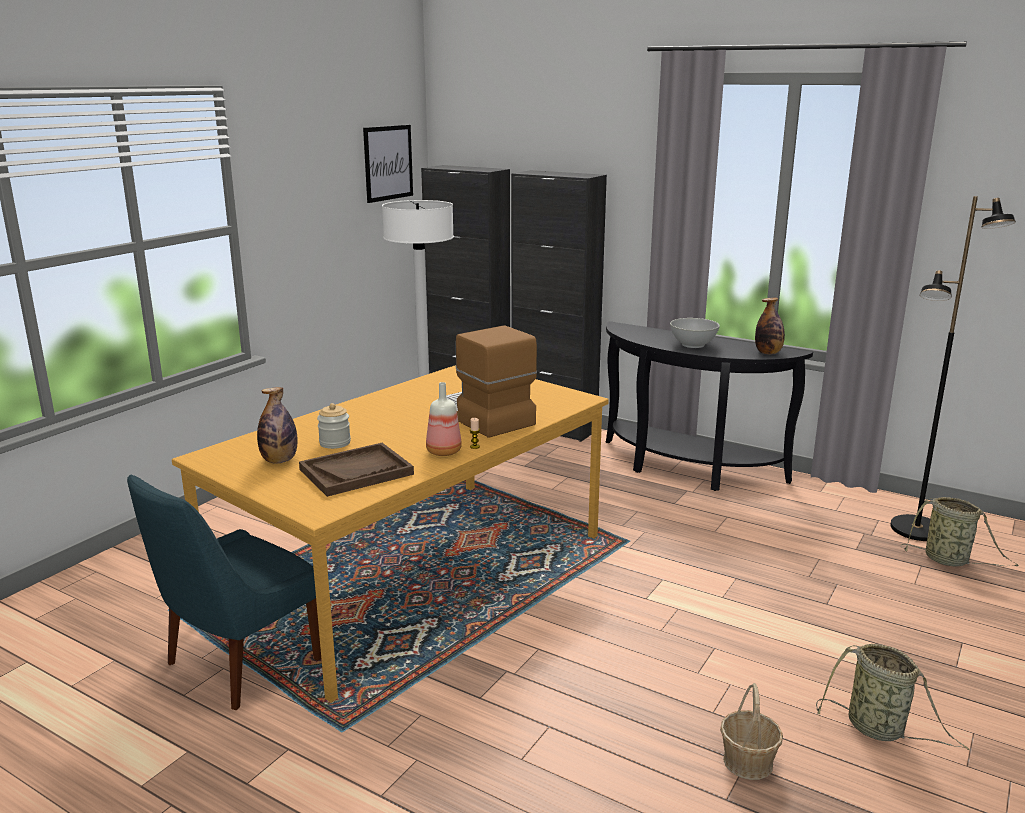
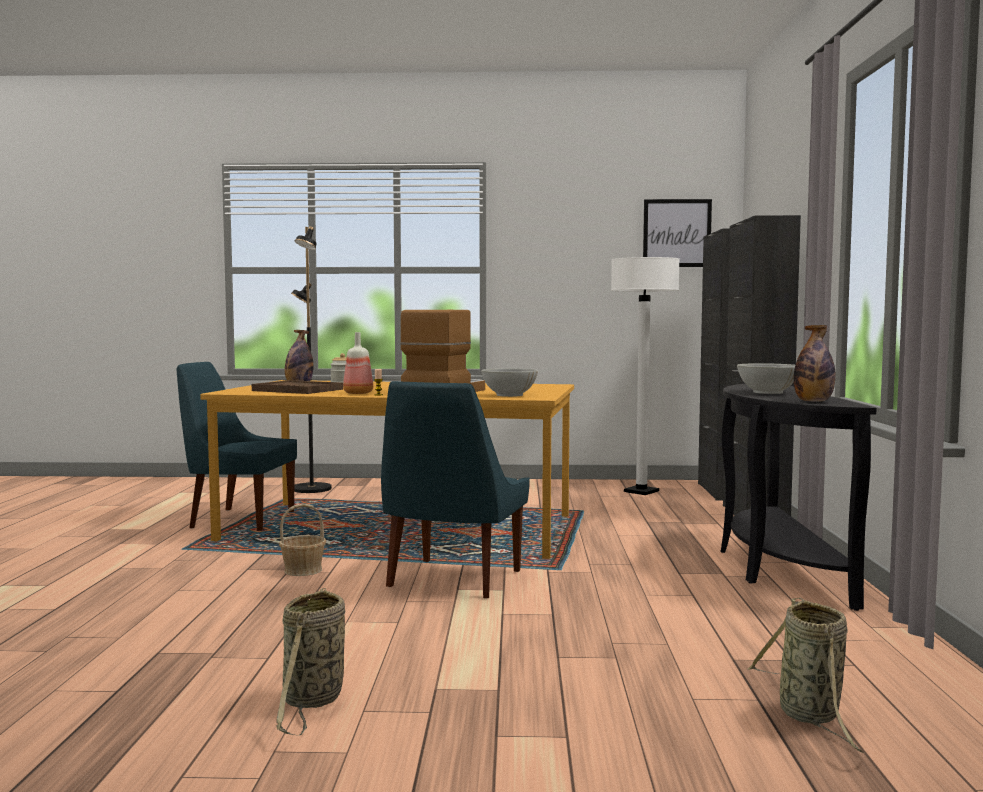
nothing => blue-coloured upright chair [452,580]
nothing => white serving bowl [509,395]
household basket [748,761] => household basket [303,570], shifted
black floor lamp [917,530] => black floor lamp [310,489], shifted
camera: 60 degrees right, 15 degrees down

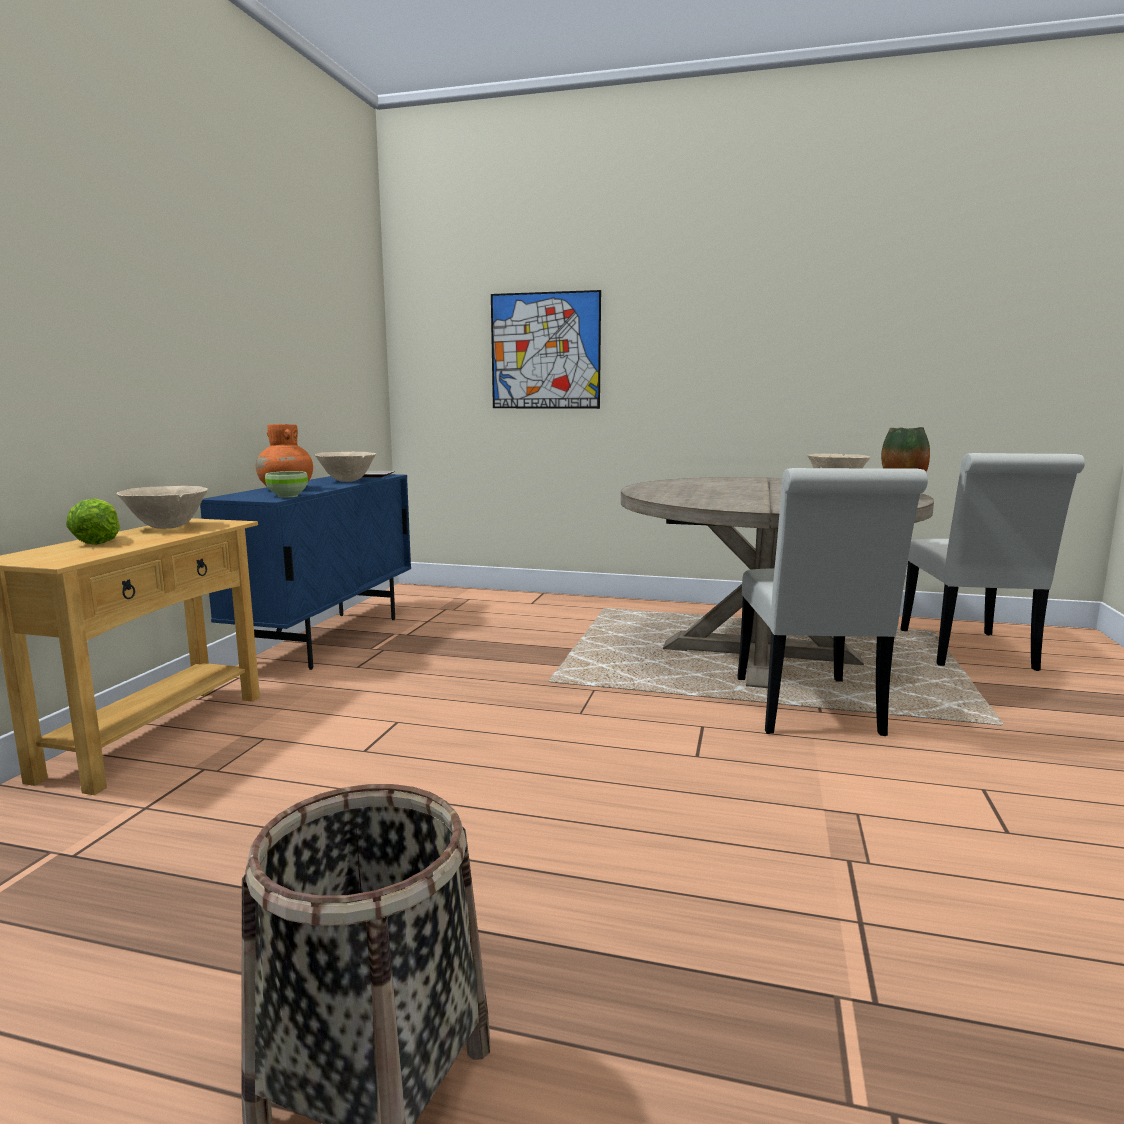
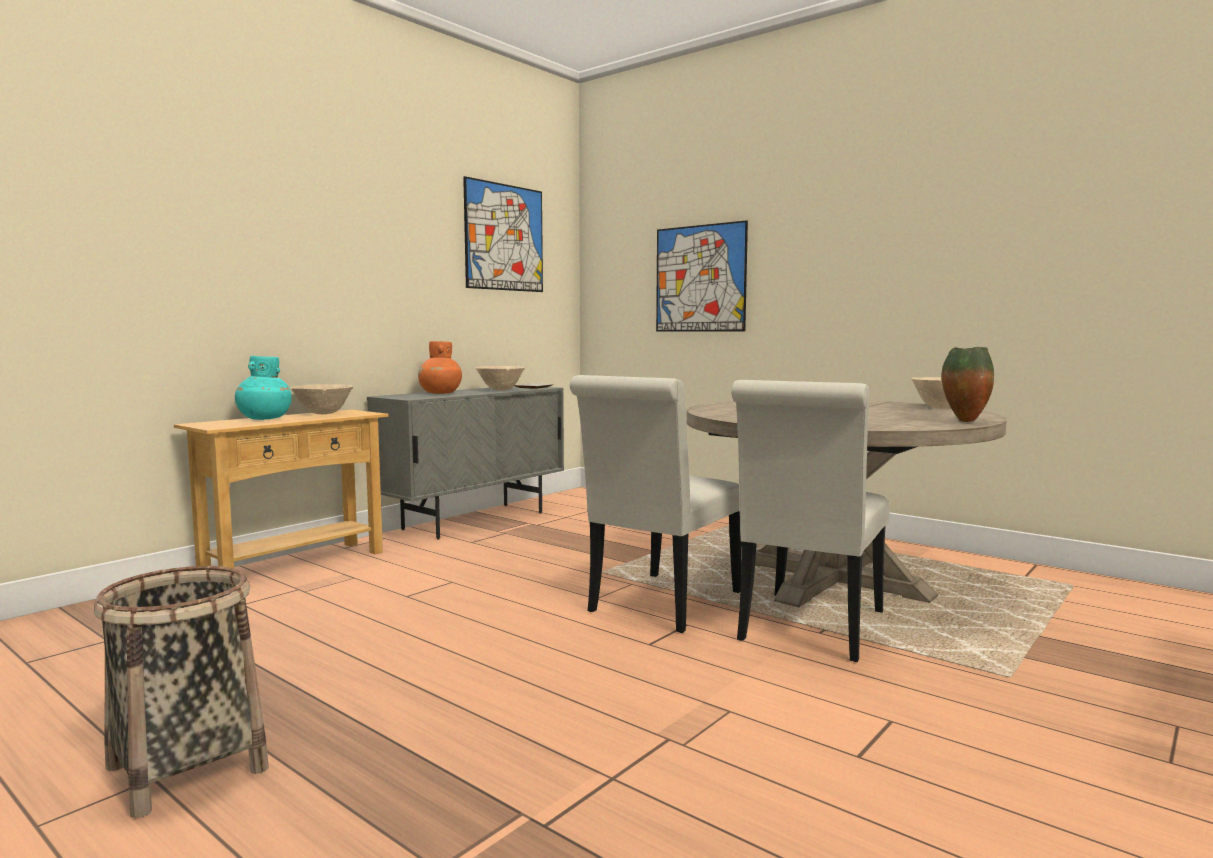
green serving bowl [288,496] => nothing
nothing => wall picture [504,237]
white upright chair [969,653] => white upright chair [660,605], shifted
lettuce head [98,542] => turquoise decorative vase [264,418]
blue-coloured cupboard [328,639] => greyish cupboard [475,521]
camera: 25 degrees right, 5 degrees down

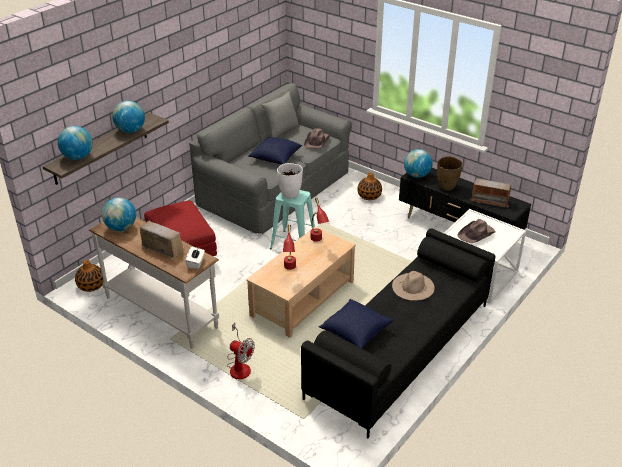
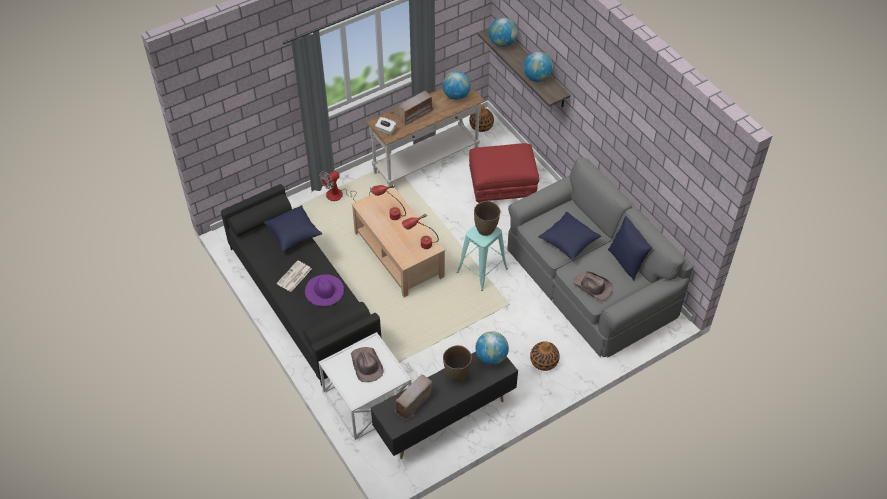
nothing => daily paper [294,277]
greyish throw pillow [281,132] => blue-coloured throw pillow [626,262]
white decorative vase [290,194] => brown-coloured decorative vase [486,230]
sand-coloured hat [413,286] => purple-coloured hat [324,290]
camera: 110 degrees right, 15 degrees up

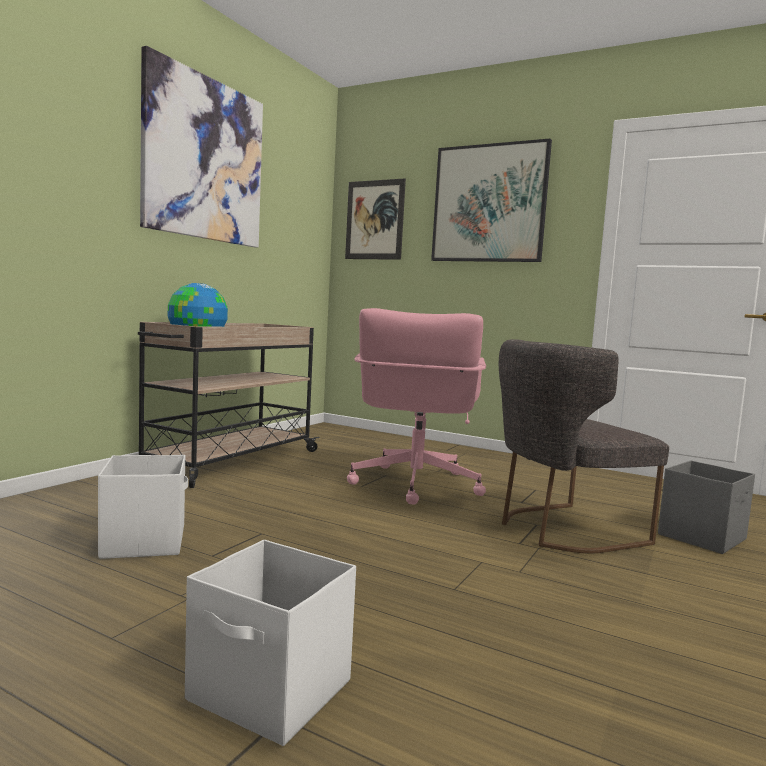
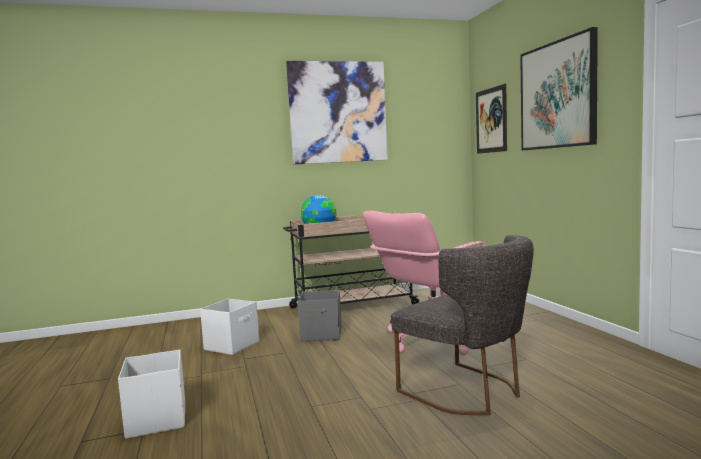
greyish storage bin [703,537] => greyish storage bin [322,334], shifted
greyish upright chair [560,530] => greyish upright chair [468,392], 150 degrees counterclockwise
camera: 45 degrees right, 0 degrees up

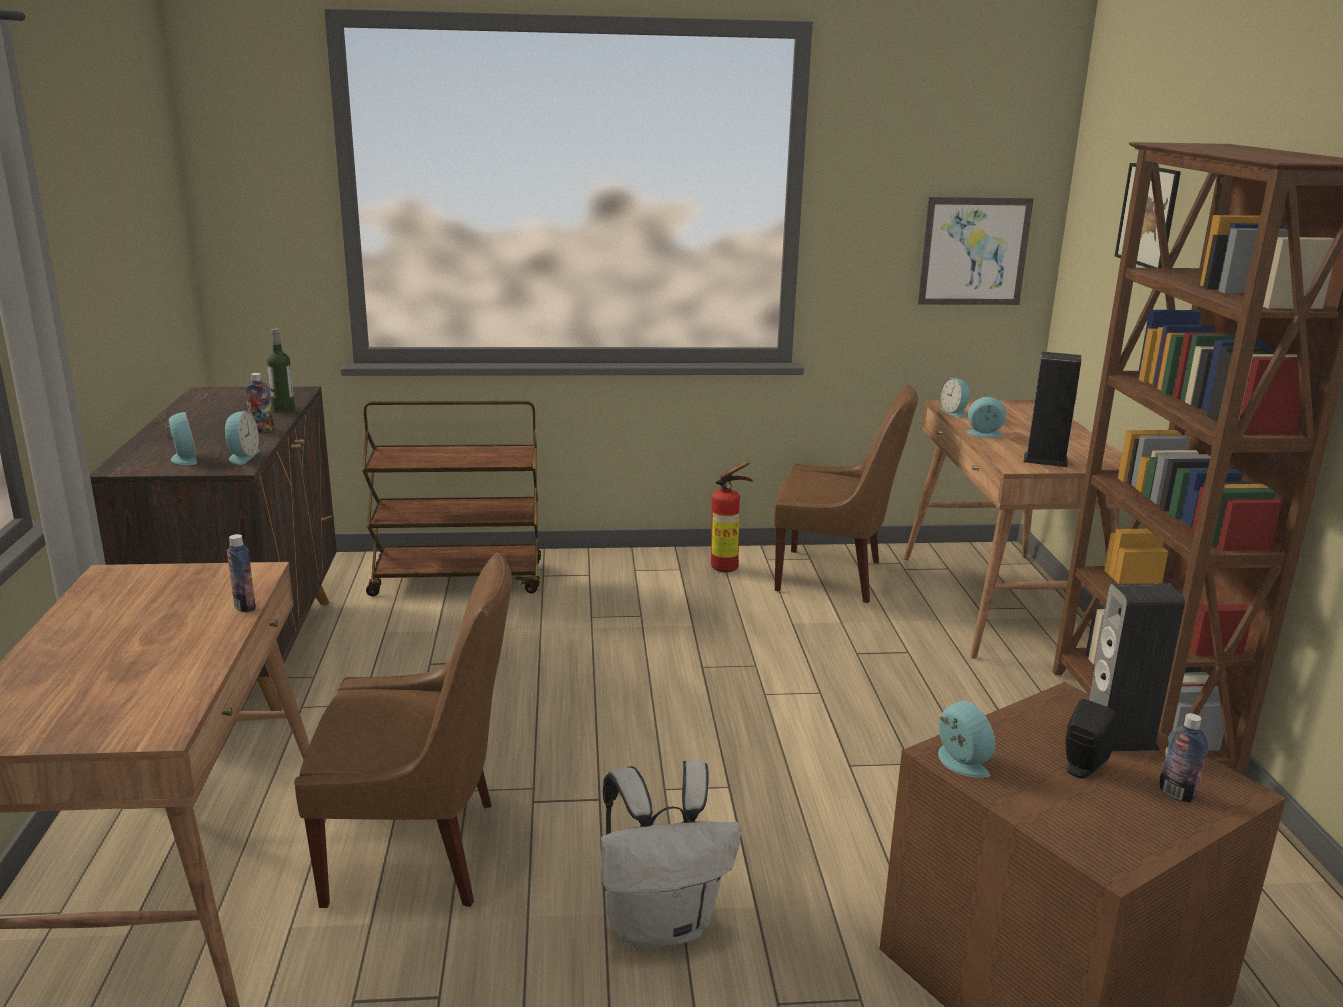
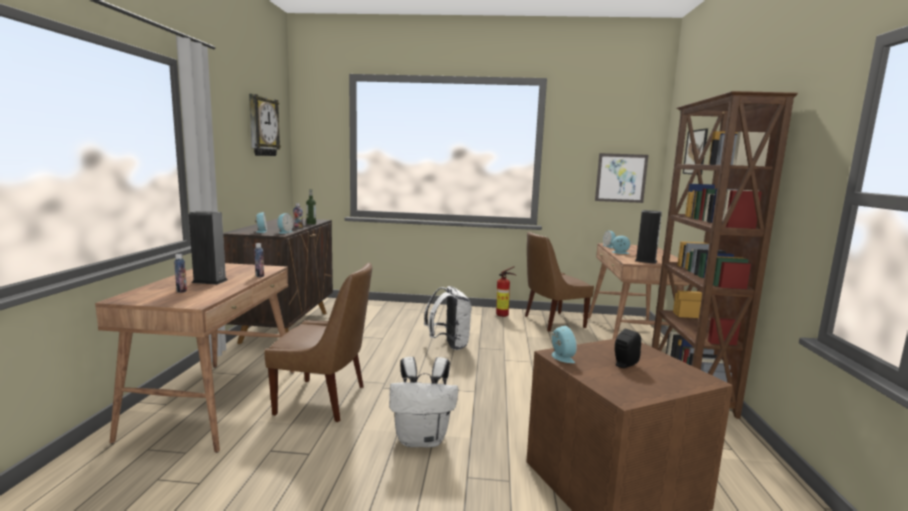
brown-coloured wheeled cart [459,579] => nothing
nothing => wall clock [262,126]
nothing => white backpack [449,345]
loudspeaker [1118,738] => loudspeaker [210,281], shifted
bottle [1176,793] => bottle [181,291], shifted
brown-coloured upright chair [833,577] => brown-coloured upright chair [552,322], 135 degrees clockwise
camera: 10 degrees right, 10 degrees down

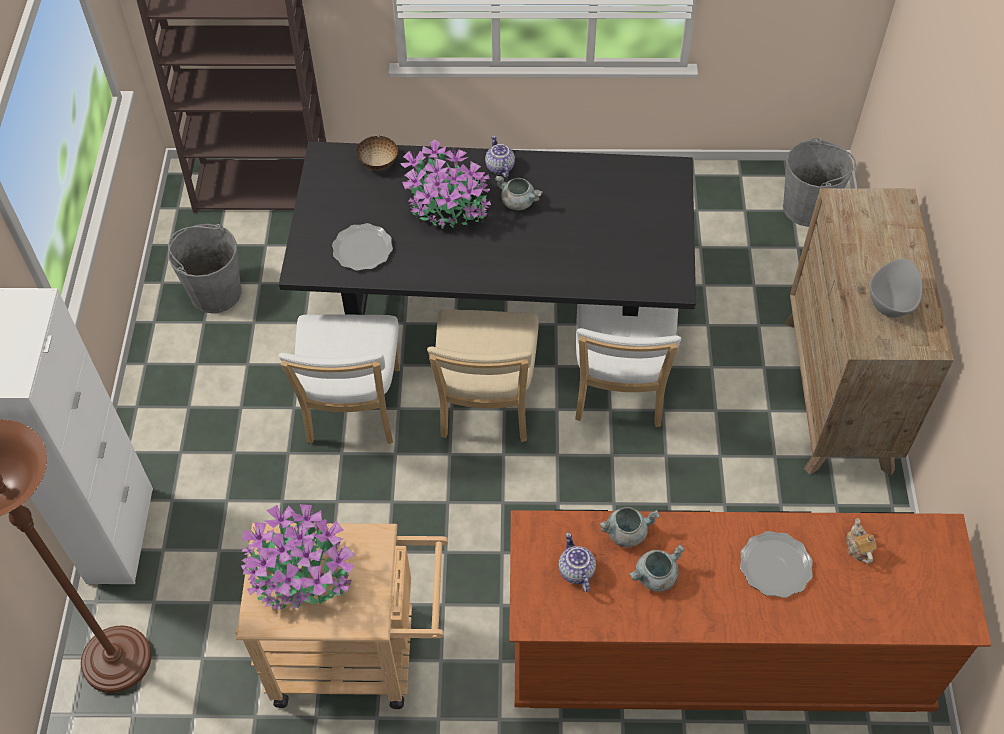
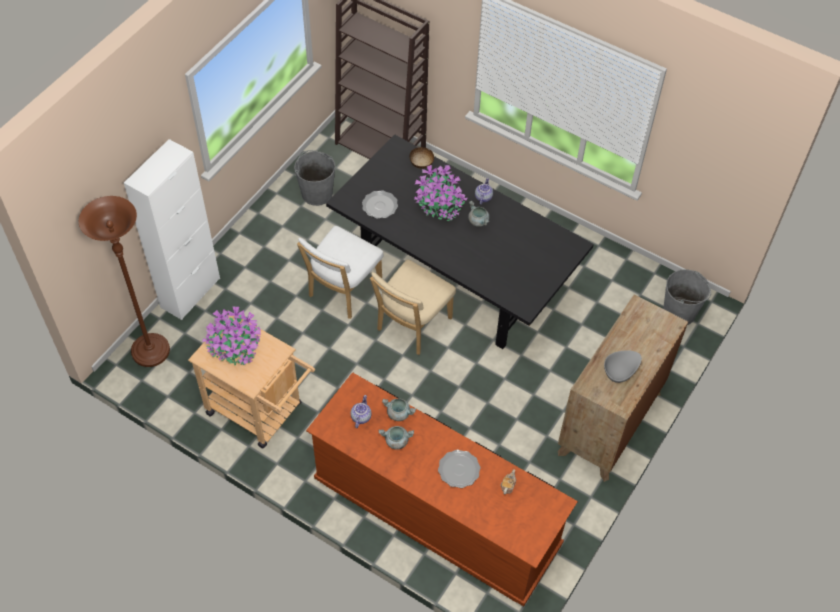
white upright chair [619,391] => nothing
camera: 30 degrees right, 0 degrees up

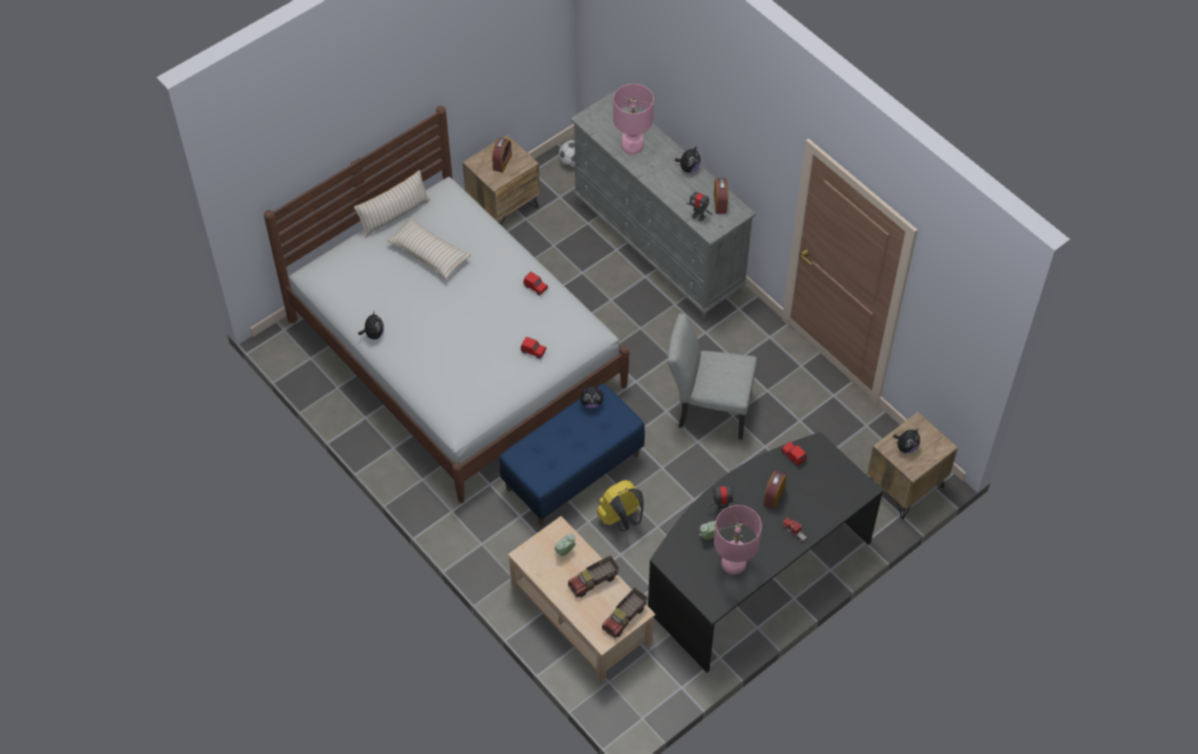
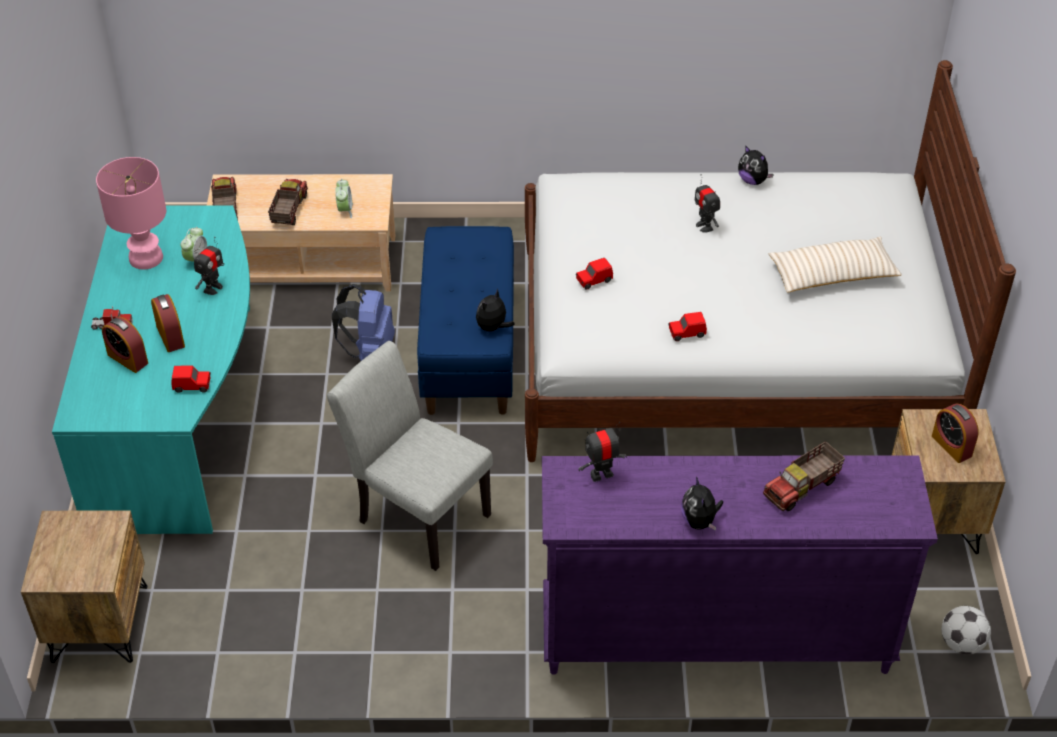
sand-coloured throw pillow [394,215] => nothing
soft toy [906,447] => nothing
nothing => model robot [704,226]
bedside clock [720,203] => bedside clock [127,359], shifted
pink-coloured lamp for a table [632,145] => toy lorry [802,488]
greyish drawer chest [658,247] => purple-coloured drawer chest [714,636]
yellow backpack [621,519] => blue-coloured backpack [369,352]
black desk table [755,571] => turquoise desk table [182,414]
greyish upright chair [708,409] => greyish upright chair [416,513], 105 degrees counterclockwise
camera: 130 degrees right, 10 degrees down

